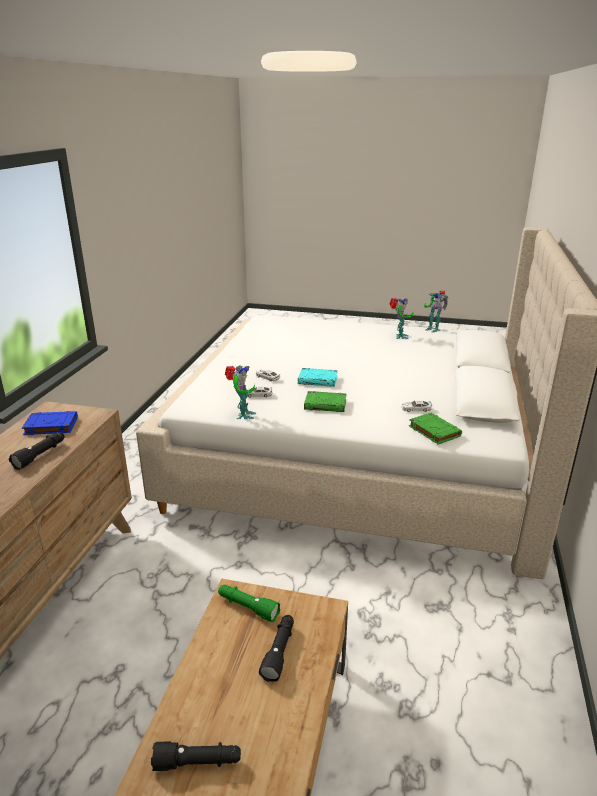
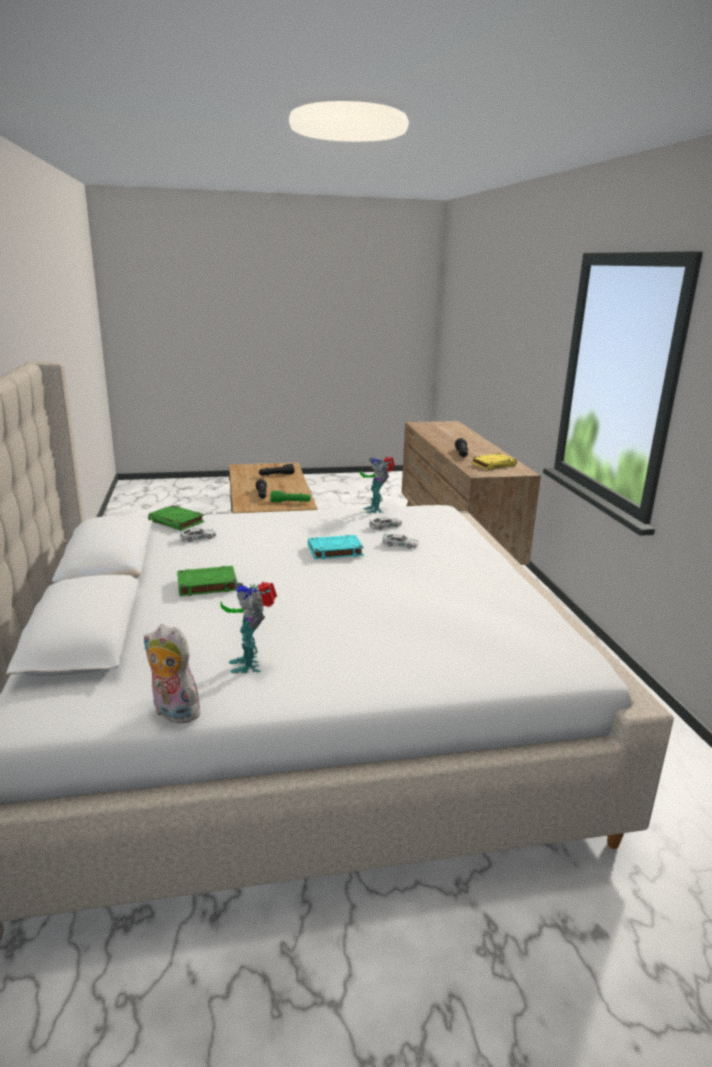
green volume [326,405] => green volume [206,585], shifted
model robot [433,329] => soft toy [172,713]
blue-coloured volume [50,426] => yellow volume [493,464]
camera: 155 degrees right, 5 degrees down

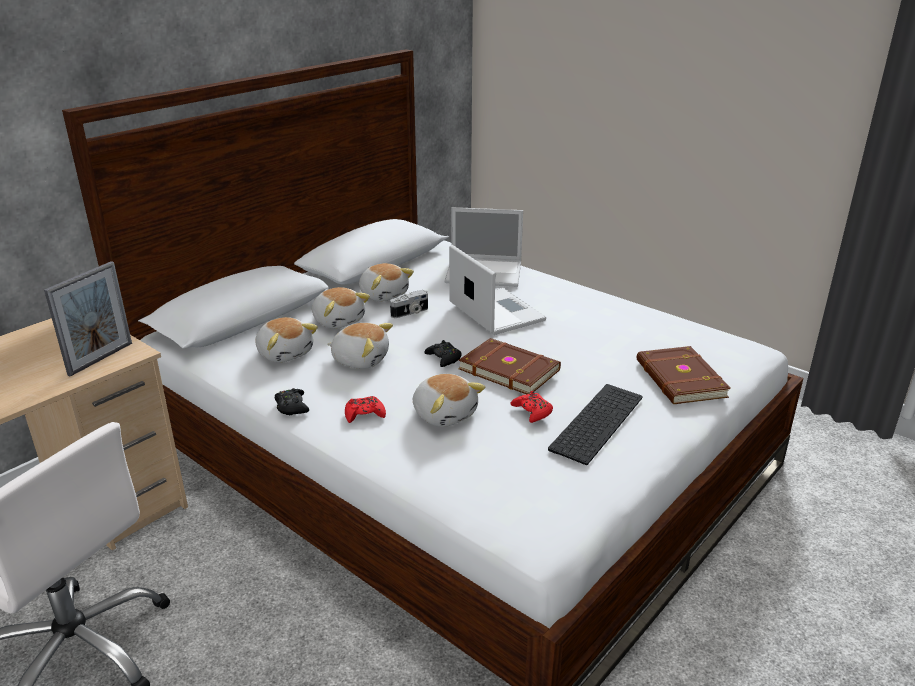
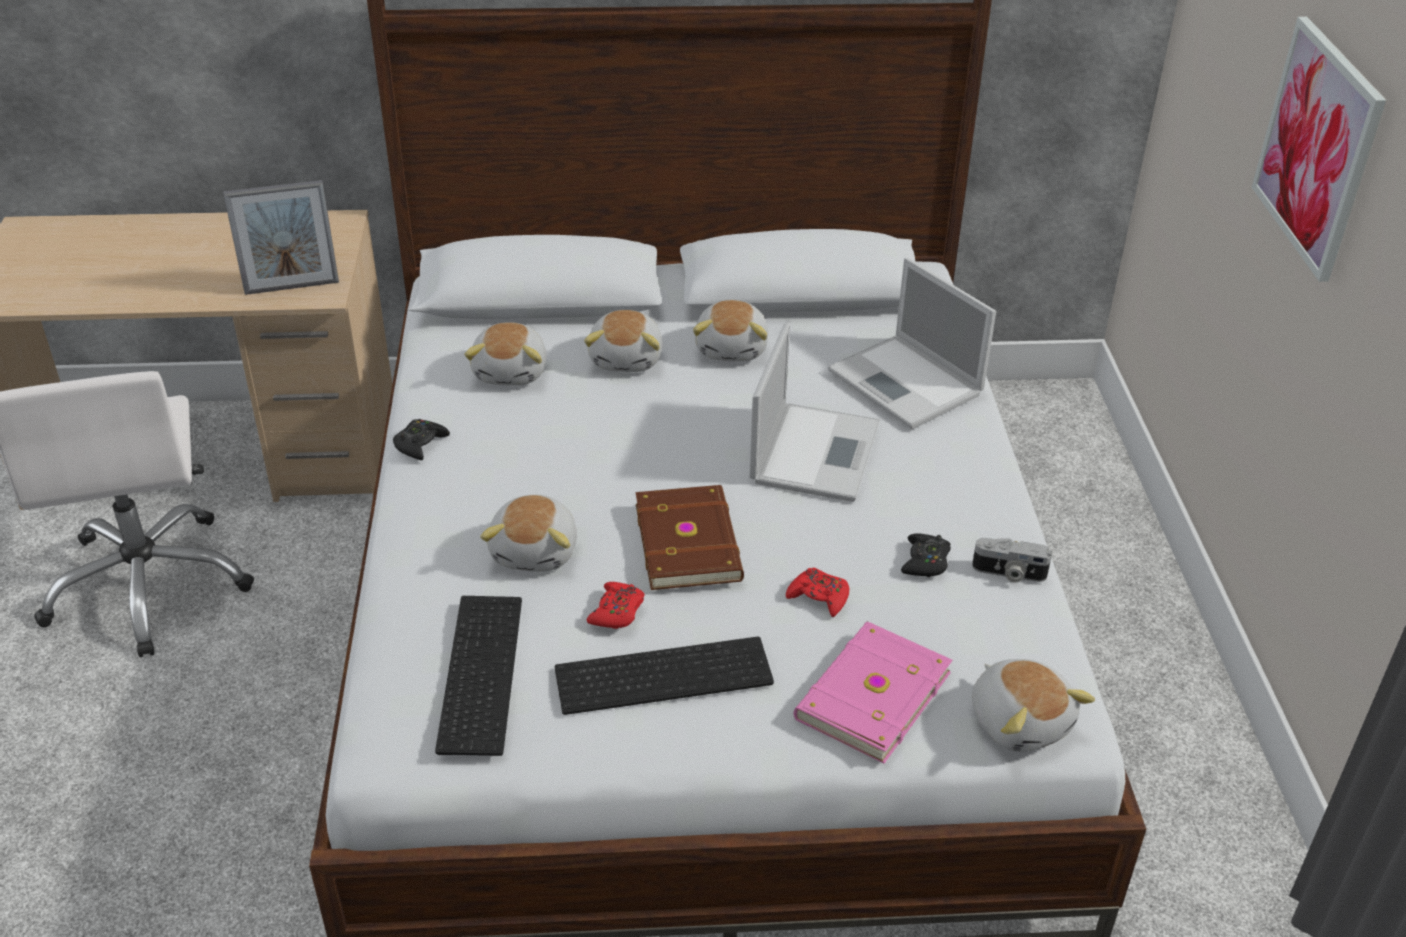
nothing => computer keyboard [477,671]
nothing => wall picture [1317,147]
soft toy [360,359] => soft toy [1020,721], shifted
reddish game controller [364,414] => reddish game controller [819,597], shifted
photo camera [410,313] => photo camera [1009,573], shifted
black game controller [444,358] => black game controller [925,561], shifted
brown-coloured volume [679,379] => pink-coloured volume [870,695]
camera: 45 degrees right, 10 degrees up

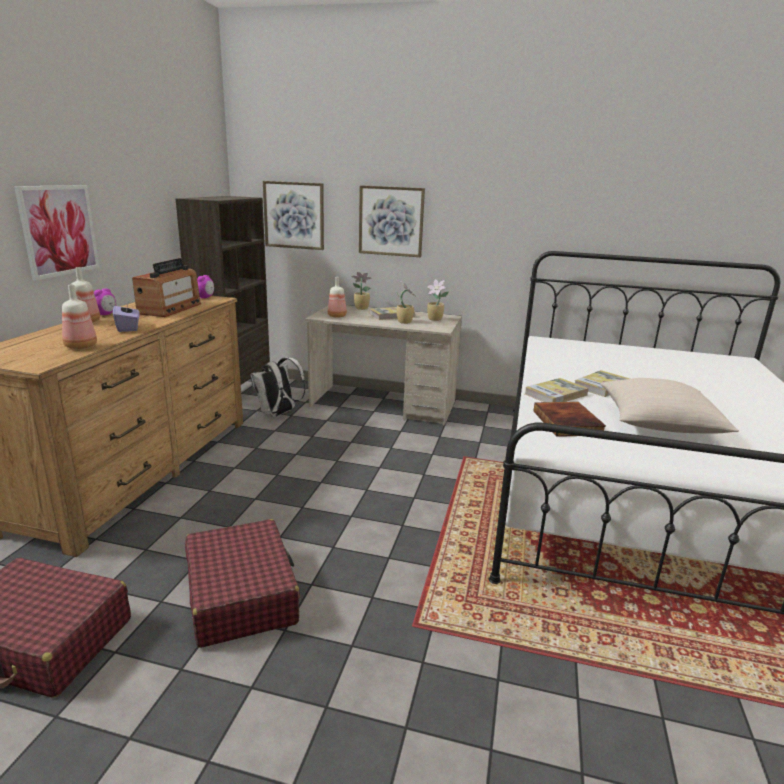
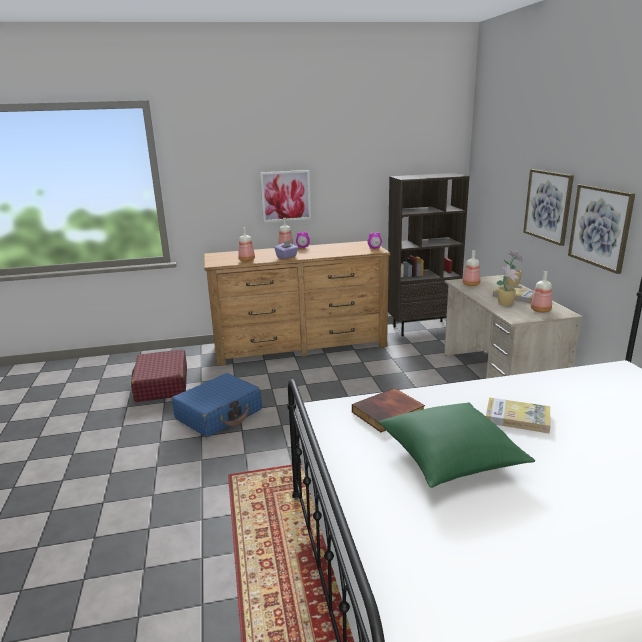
radio [170,309] => nothing
white backpack [278,414] => nothing
volume [555,394] => nothing
wall picture [294,215] => wall picture [600,227], shifted
plant in a pot [435,319] => bottle [541,310]
reddish suitcase [241,594] => blue-coloured suitcase [219,414]
sand-coloured throw pillow [658,423] => green throw pillow [450,458]
camera: 65 degrees right, 0 degrees up

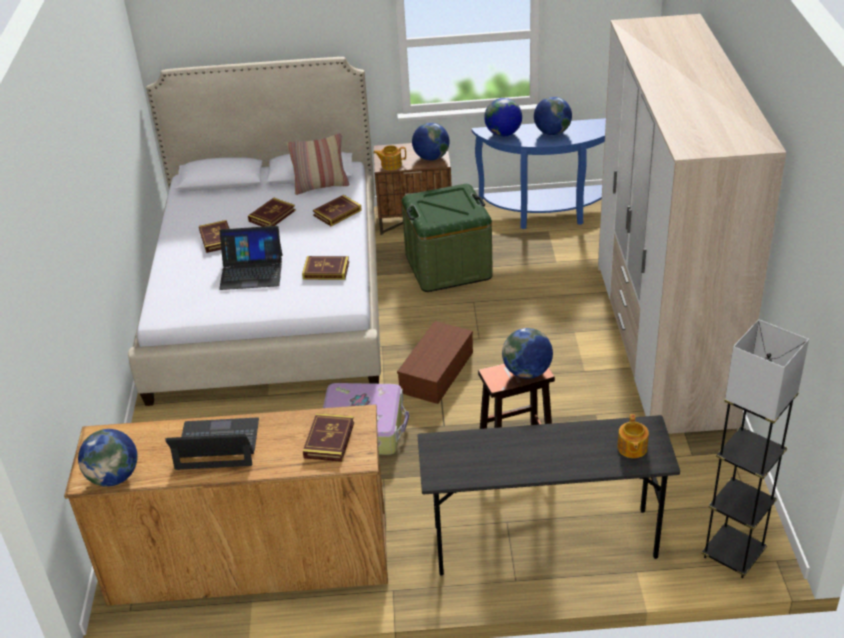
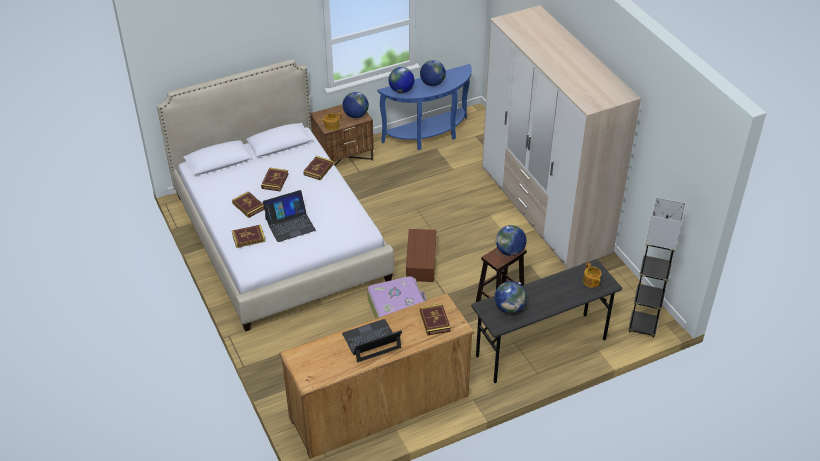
throw pillow [321,186] => nothing
green storage bin [448,267] => nothing
globe [114,477] => globe [509,308], shifted
volume [326,270] => volume [248,238], shifted
camera: 25 degrees left, 5 degrees up

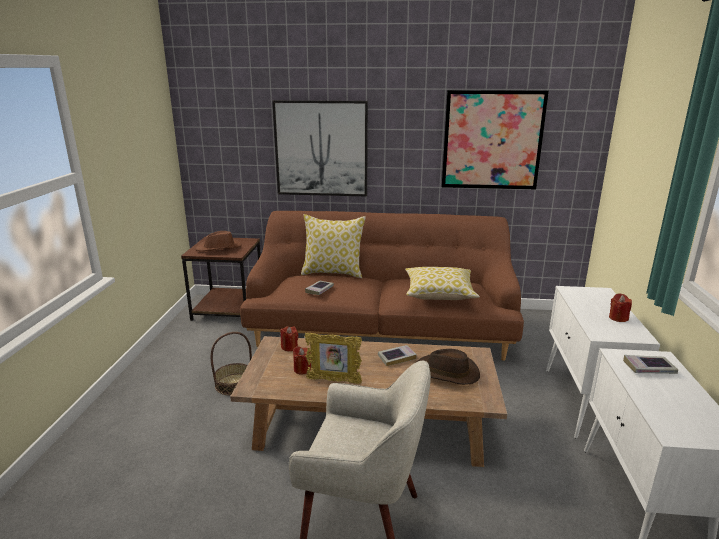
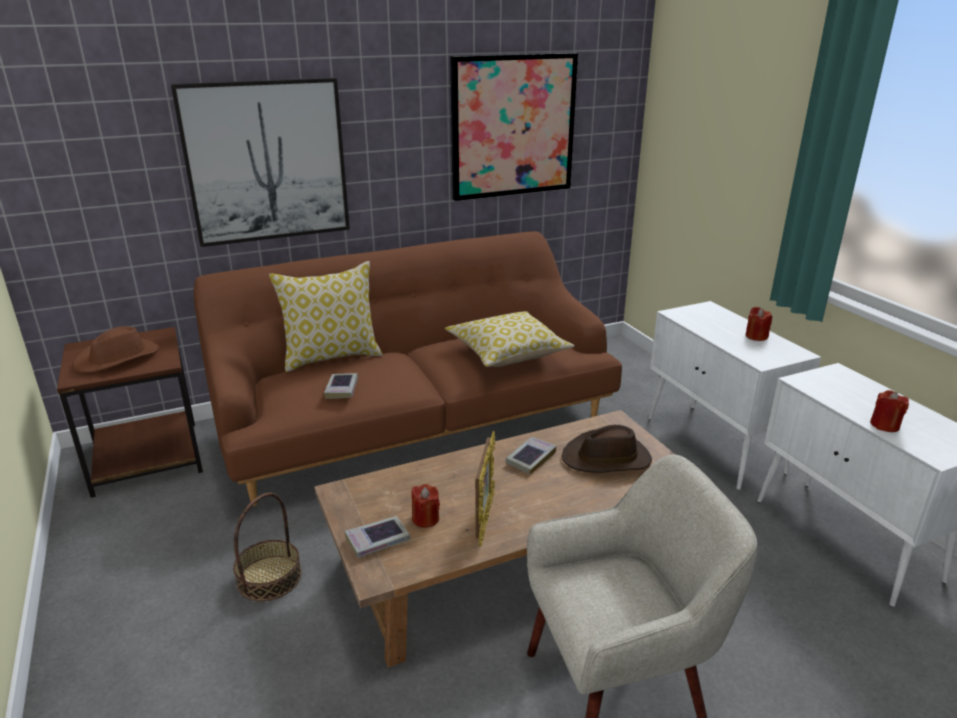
reddish wax light [289,347] => reddish wax light [884,425], shifted
volume [649,368] => volume [377,540], shifted
picture frame [334,381] => picture frame [485,519], 60 degrees counterclockwise
camera: 30 degrees left, 5 degrees up

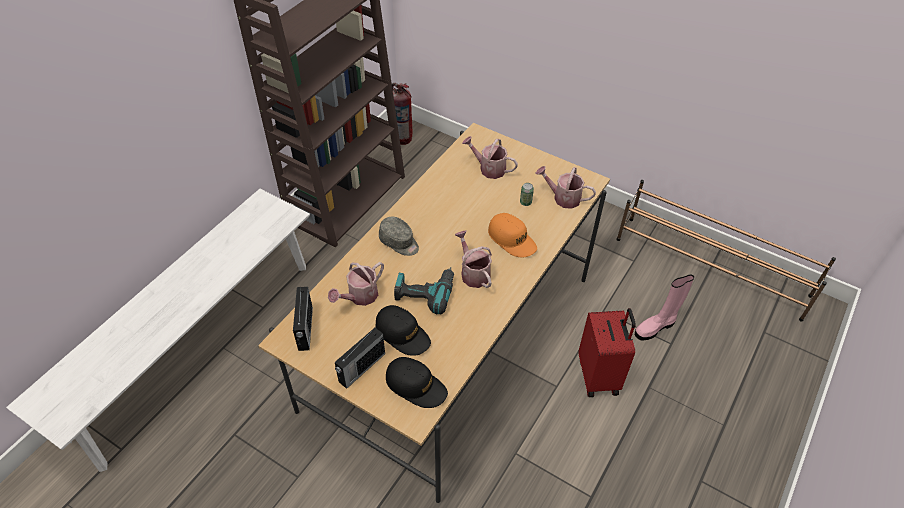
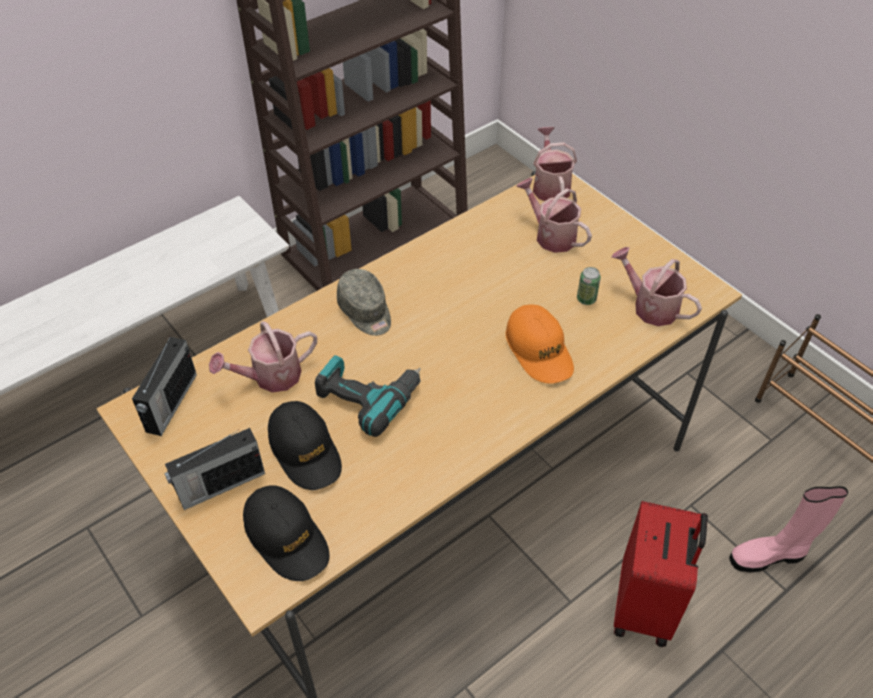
fire extinguisher [402,138] => nothing
watering pot [473,273] => watering pot [550,185], shifted
camera: 20 degrees right, 0 degrees up

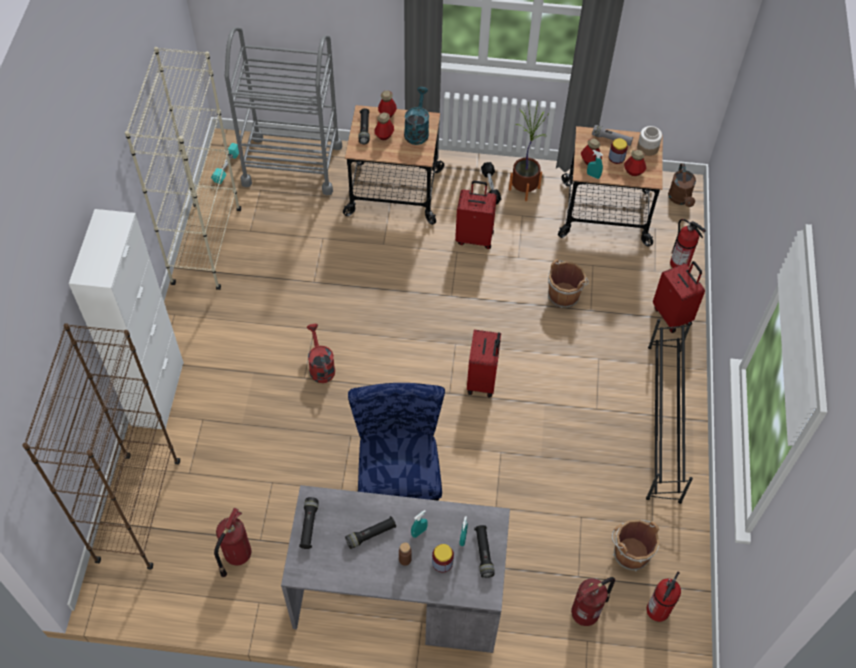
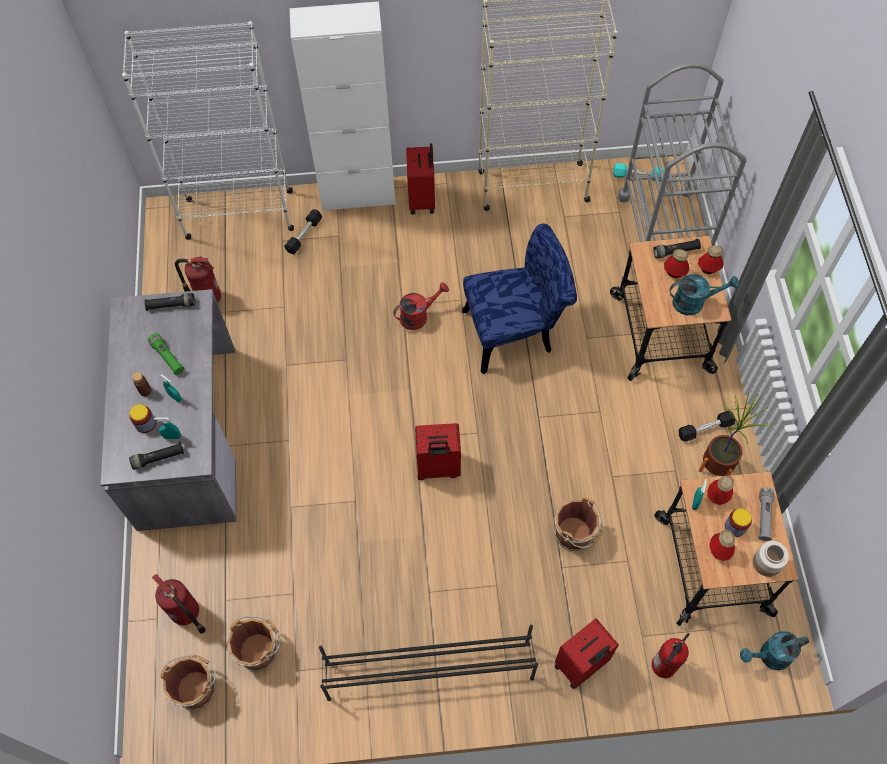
nothing => black free weight [304,235]
blue-coloured upright chair [399,478] => blue-coloured upright chair [515,331], shifted
reddish suitcase [475,237] => reddish suitcase [423,200], shifted
fire extinguisher [658,611] => brown-coloured pail [196,687]
brown-coloured bookcase [138,511] => white bookcase [238,214]
black torch [371,535] => green torch [167,357]
brown-coloured watering pot [680,199] => turquoise watering pot [769,656]
camera: 80 degrees right, 5 degrees up

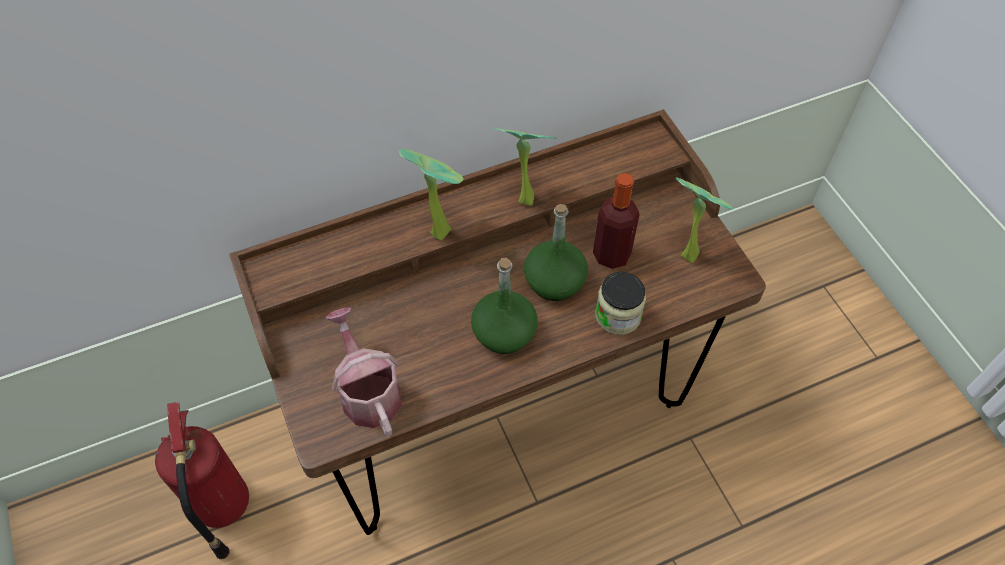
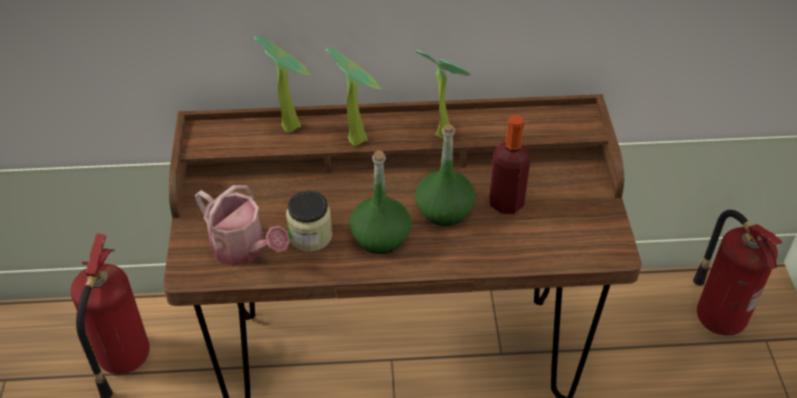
nothing => fire extinguisher [718,315]
storage jar [618,315] => storage jar [310,236], shifted
plant in a pot [688,251] => plant in a pot [292,124], shifted
watering pot [368,392] => watering pot [244,249], 135 degrees clockwise
camera: 20 degrees right, 10 degrees down

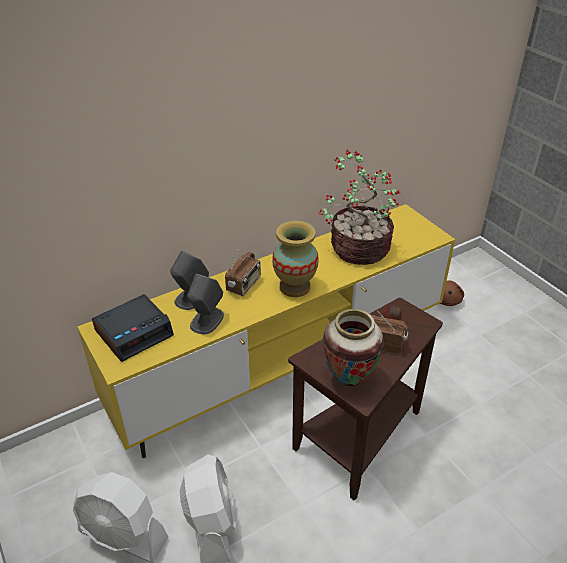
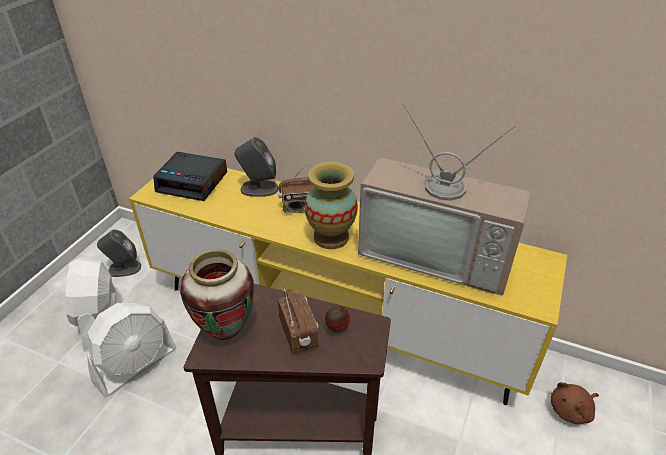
greyish loudspeaker [206,321] => greyish loudspeaker [124,268], shifted
plant in a pot [357,249] => TV [437,253]
camera: 55 degrees right, 0 degrees up

